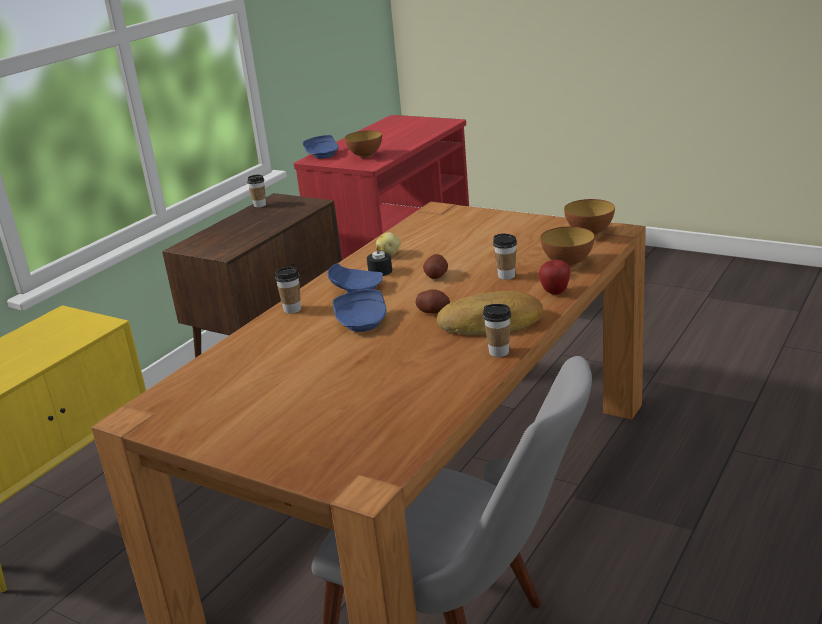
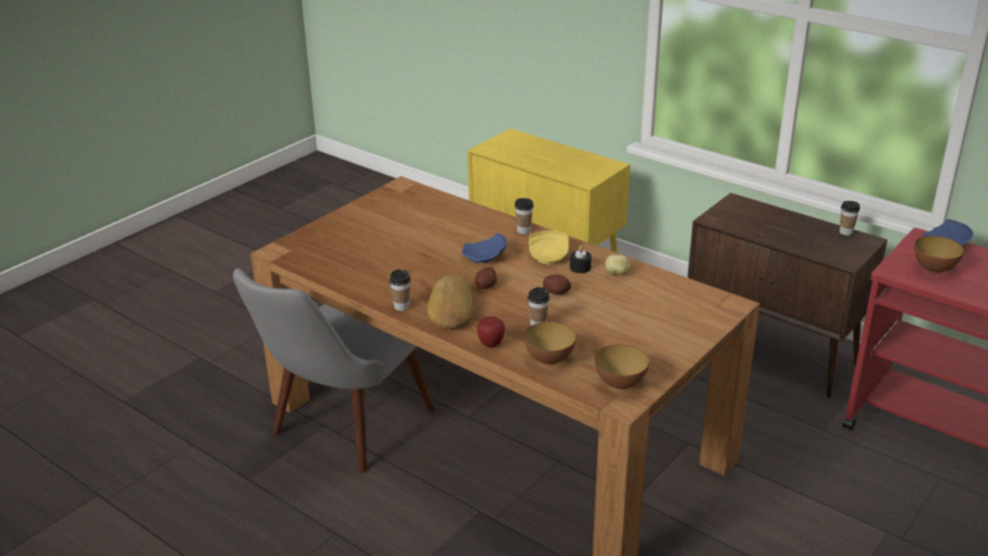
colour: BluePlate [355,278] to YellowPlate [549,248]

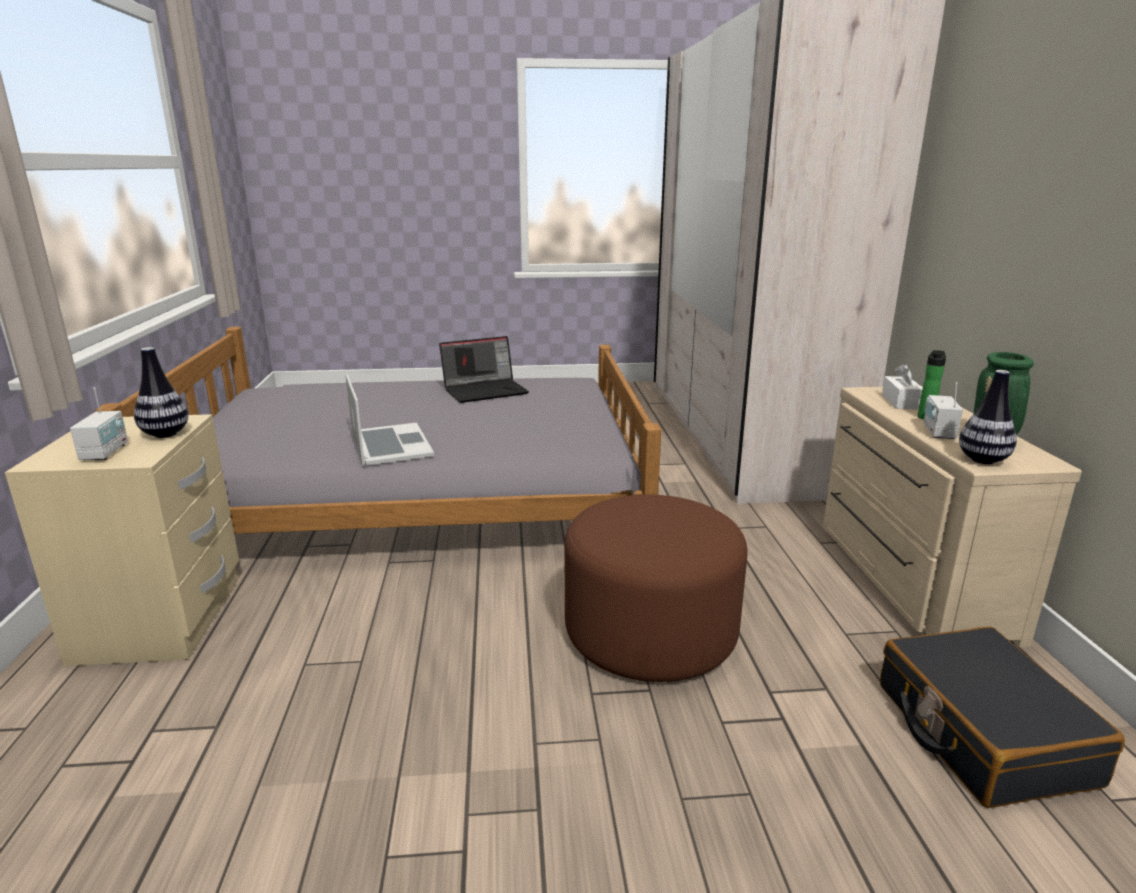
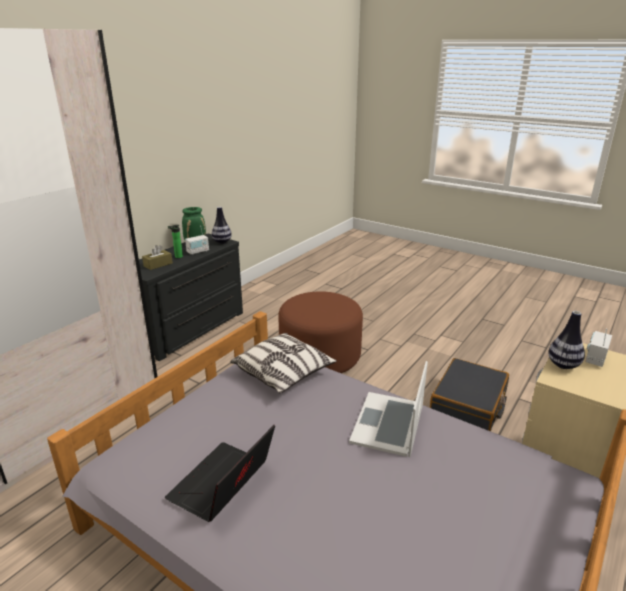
appeared: Pillow [283,363]
relocated: BlackSuitcase [1002,717] to [469,394]
colour: WhiteTissueBox [902,386] to BrownTissueBox [157,257]; BeigeDresser [952,516] to BlackDresser [191,297]
spun: Laptop [484,369] = [220,473] 75 degrees counterclockwise

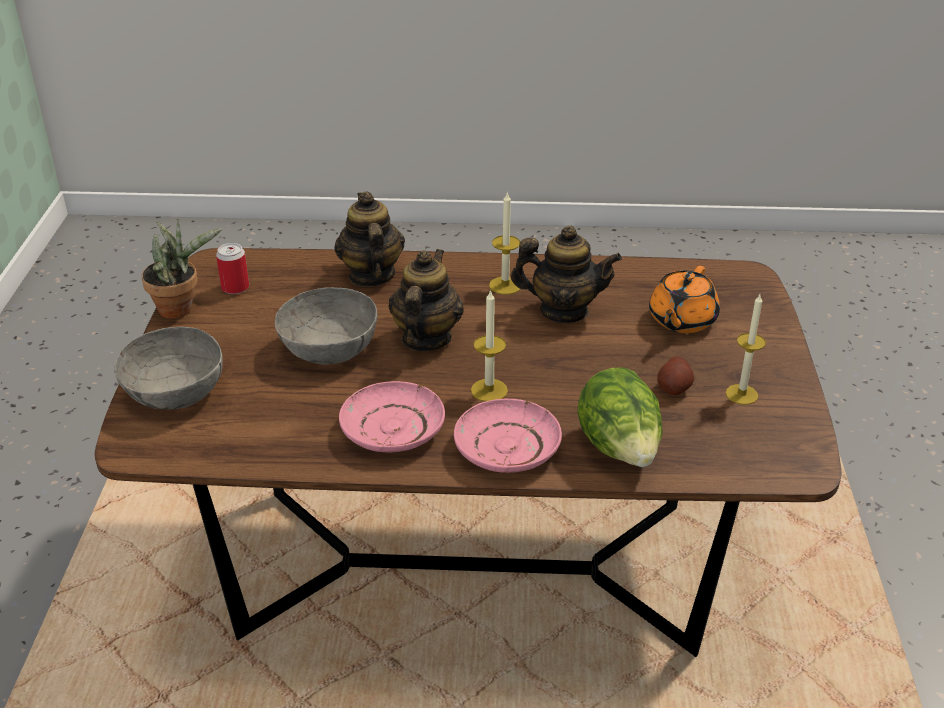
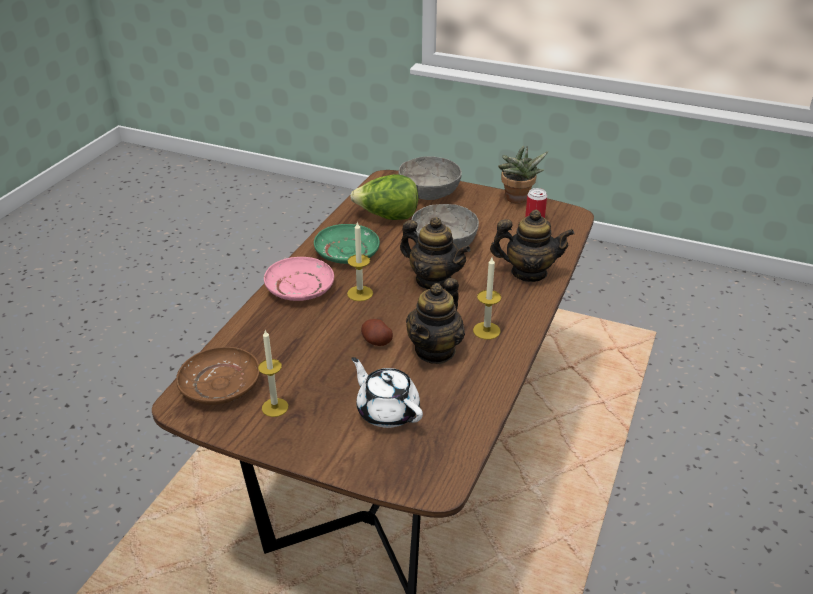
appeared: BrownPlate [218,376]
relocated: Potato [675,375] to [377,332]; Lettuce [620,417] to [384,197]
colour: OrangeTeapot [684,299] to WhiteTeapot [387,392]; PinkPlate [392,416] to GreenPlate [347,244]

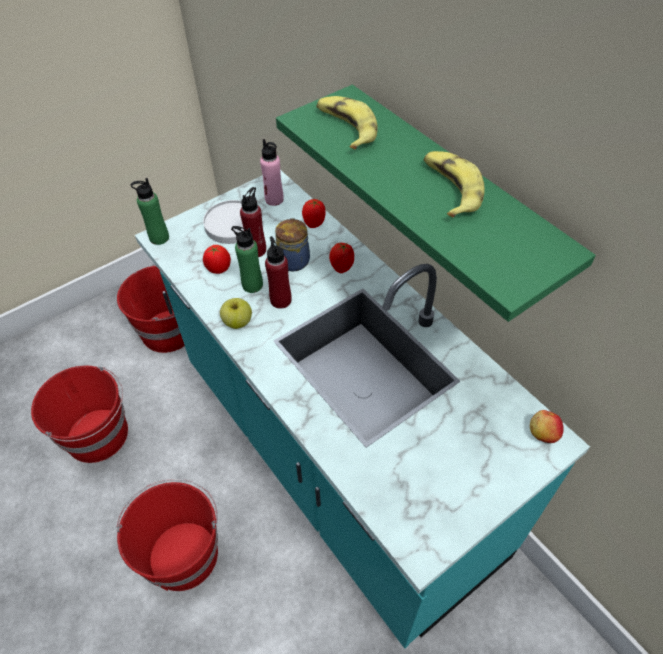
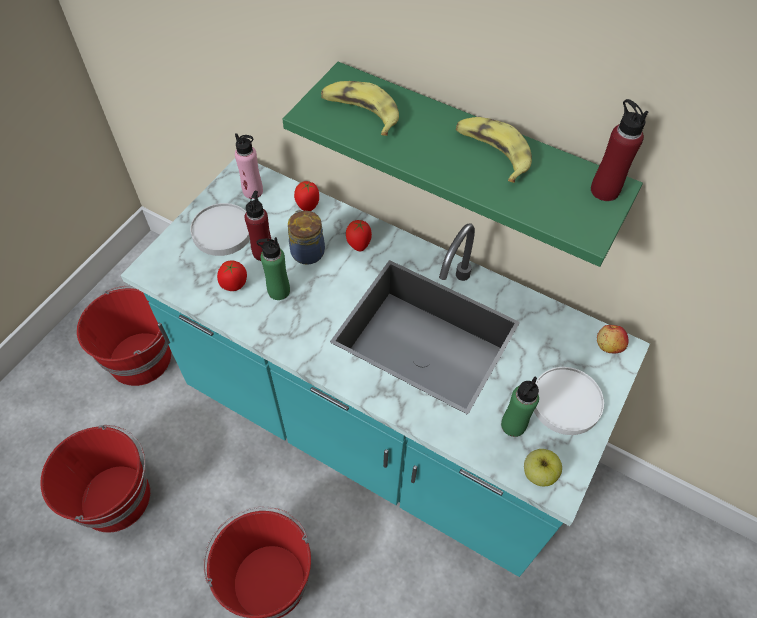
appeared: WhitePlate [569,401]
relocated: GreenBottle [150,211] to [520,407]; RedBottle [278,272] to [619,150]; Apple [236,313] to [543,467]

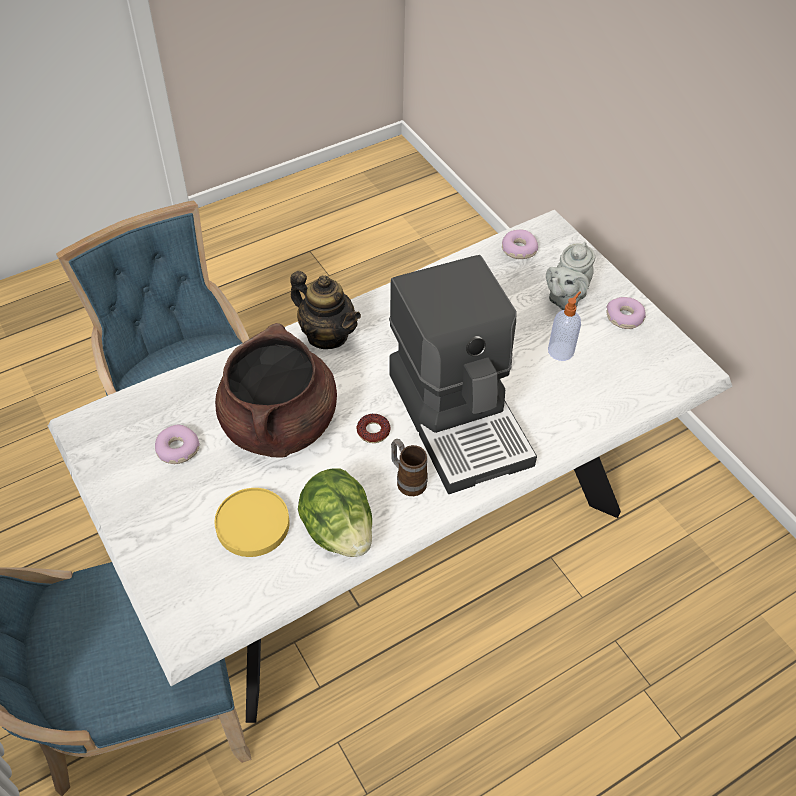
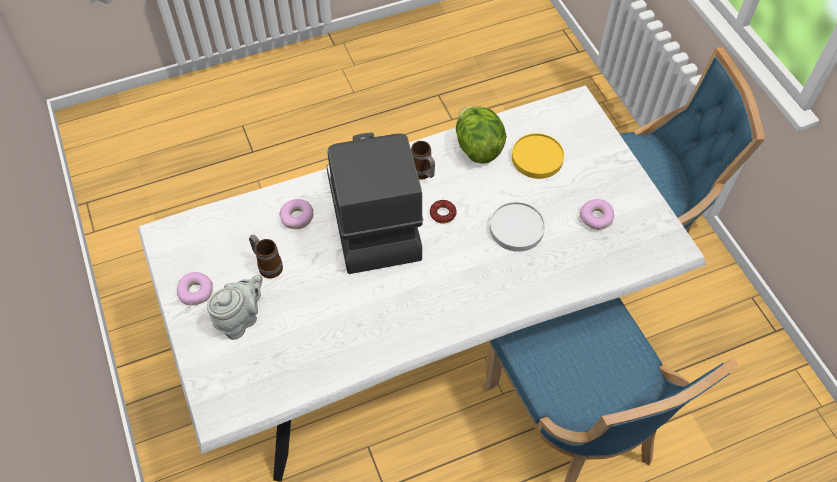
missing: Teapot [325,310]
relocated: Donut [520,244] to [296,214]
exchanged: SoapDispenser [564,326] to Mug [266,257]; BrownCookingPot [276,390] to WhitePlate [517,227]

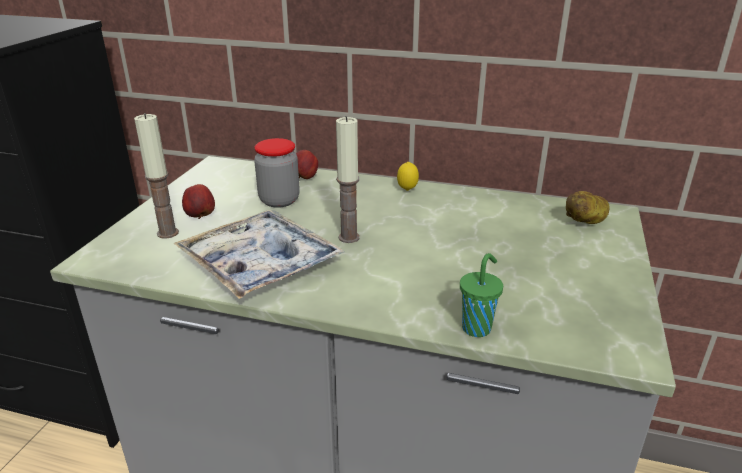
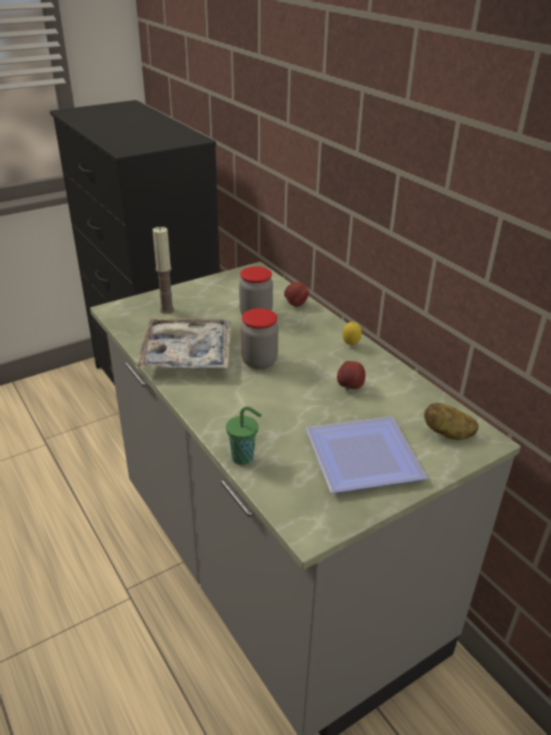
appeared: Plate [366,454]
relocated: Apple [198,201] to [351,375]
exchanged: Candle [348,179] to Jar [259,338]

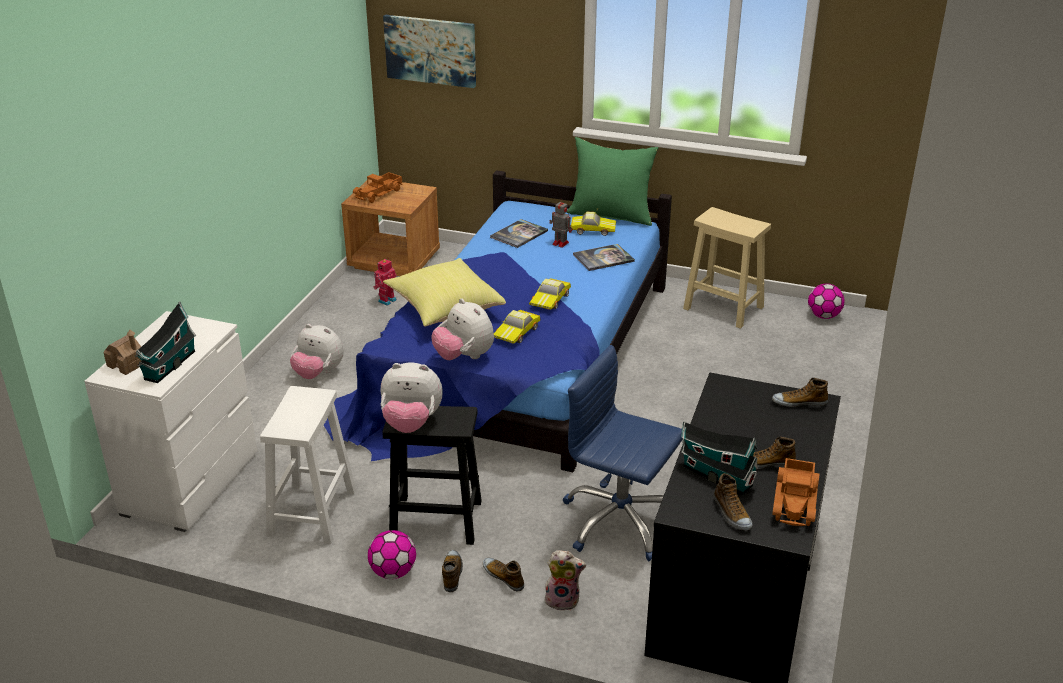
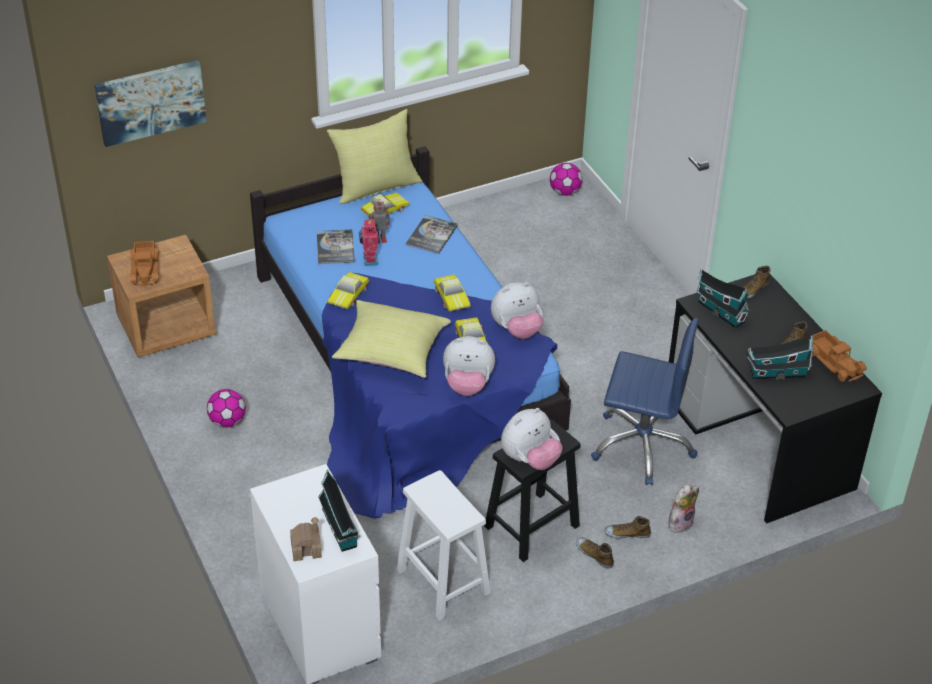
missing: BeigeStool [727,268]; Shoe [733,501]
appeared: ToyHouse [723,298]; ToyCar [348,290]
relocated: ToyRobot [385,282] to [369,242]; PlushToy [317,351] to [517,310]; Football [392,554] to [226,408]
colour: GreenPillow [612,181] to YellowPillow [374,156]
spun: BlueOfficeChair [622,453] = [645,401] 150 degrees counterclockwise

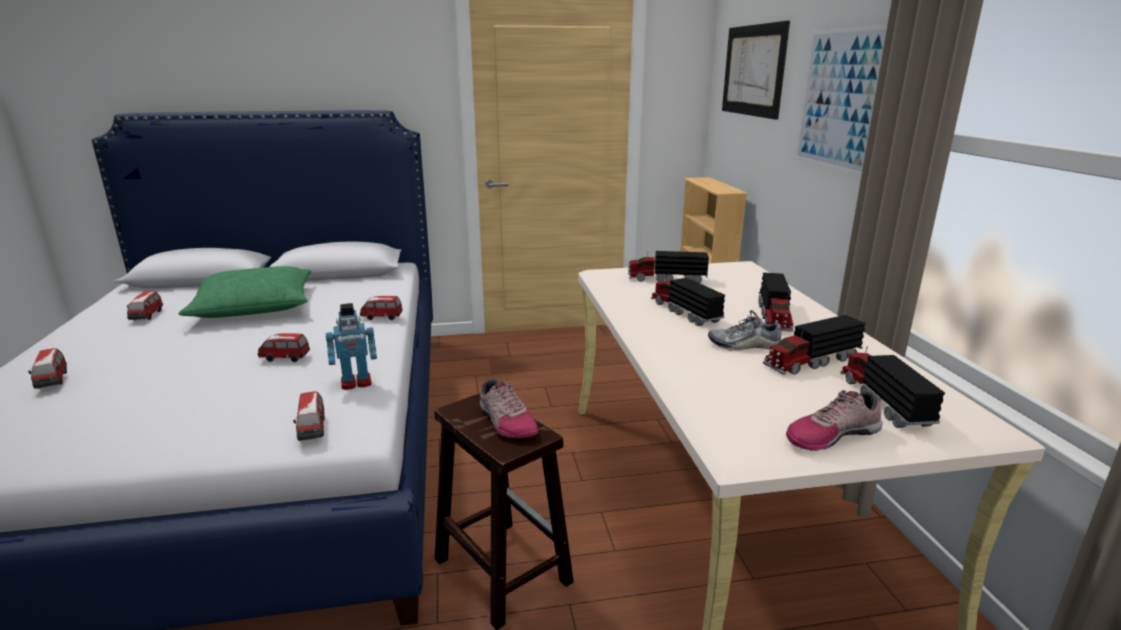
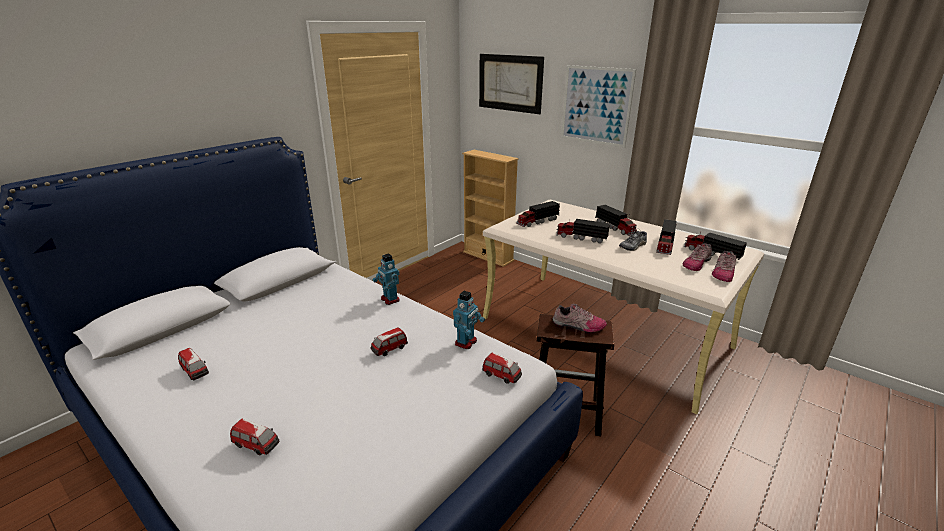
missing: GreenPillow [244,292]
appeared: Shoe [697,257]
exchanged: ToyCar [381,308] to ToyRobot [386,279]

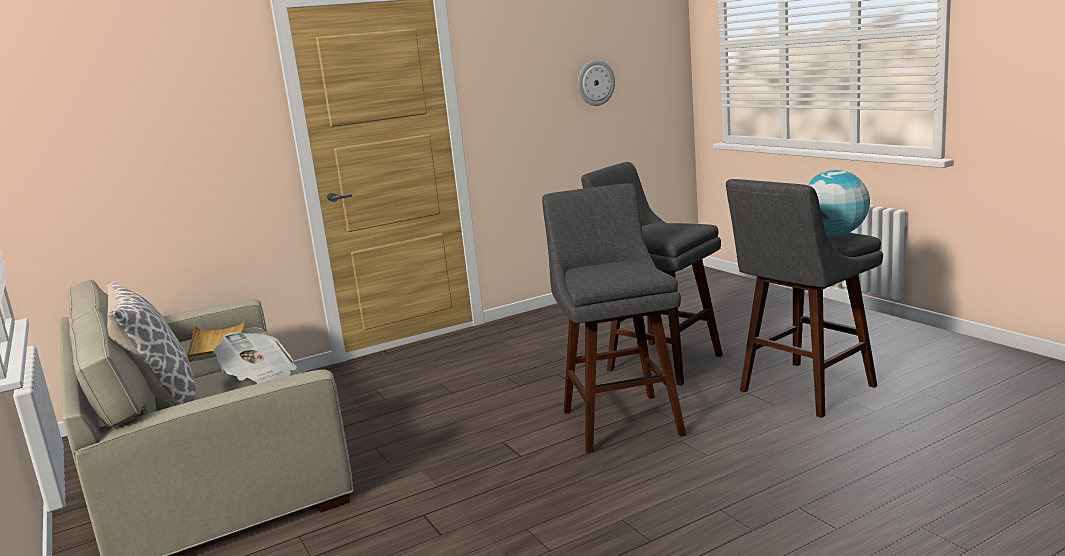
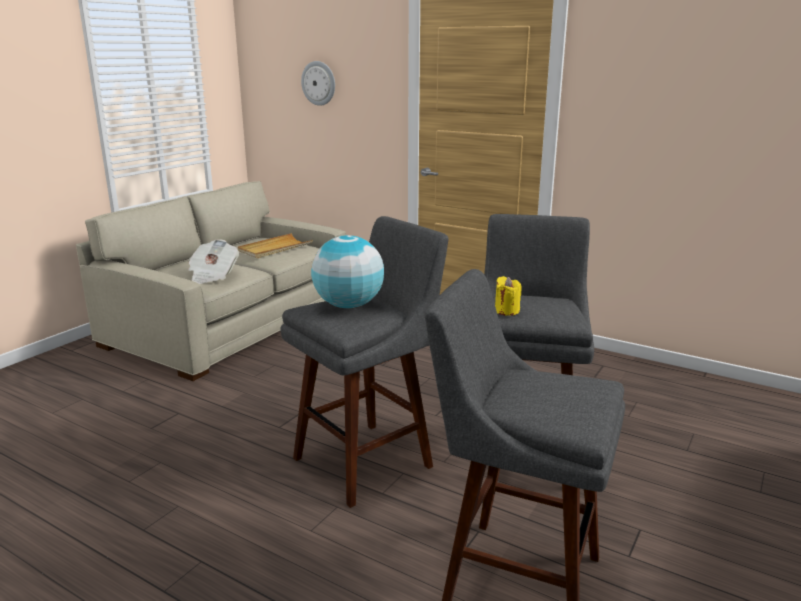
missing: Pillow [151,344]
appeared: YellowCandle [508,296]
relocated: WallClock [596,83] to [318,83]; Globe [838,203] to [347,271]

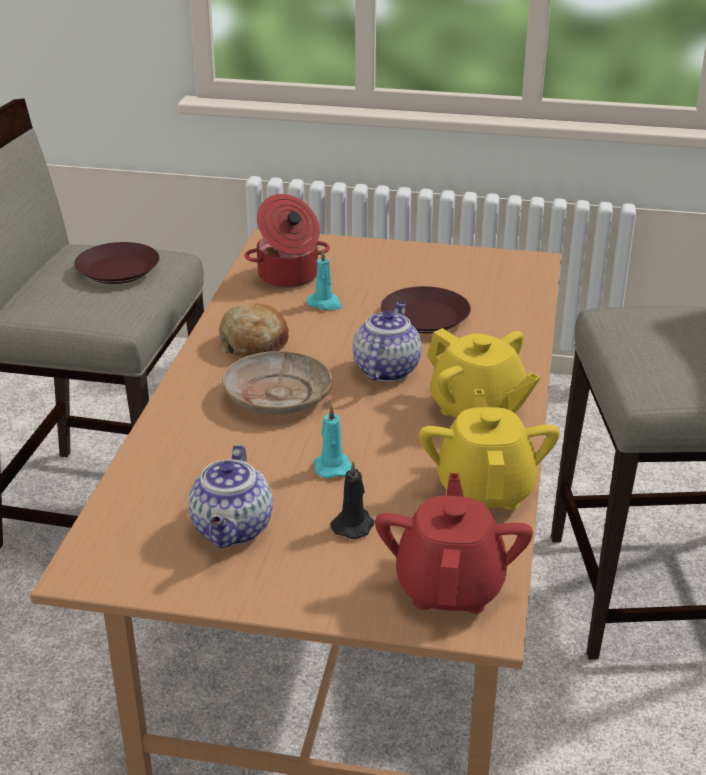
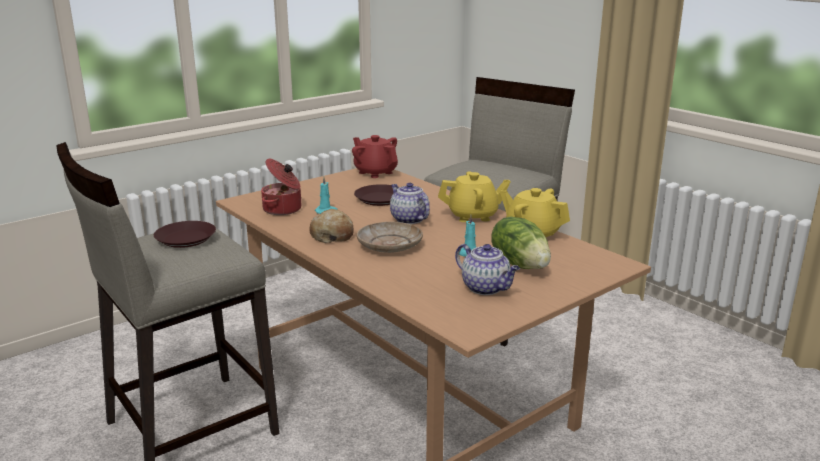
relocated: RedTeapot [454,543] to [375,156]
exchanged: BlackCandle [353,500] to Lettuce [521,242]

